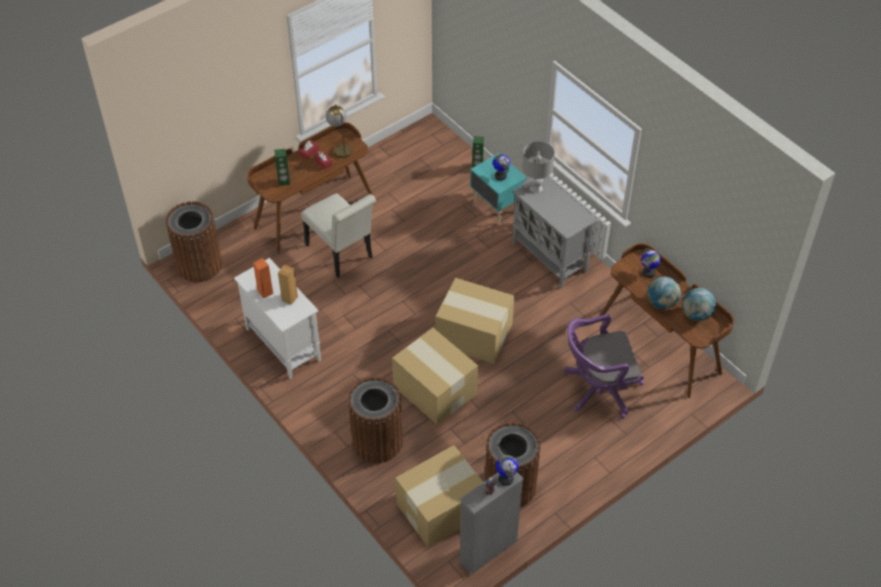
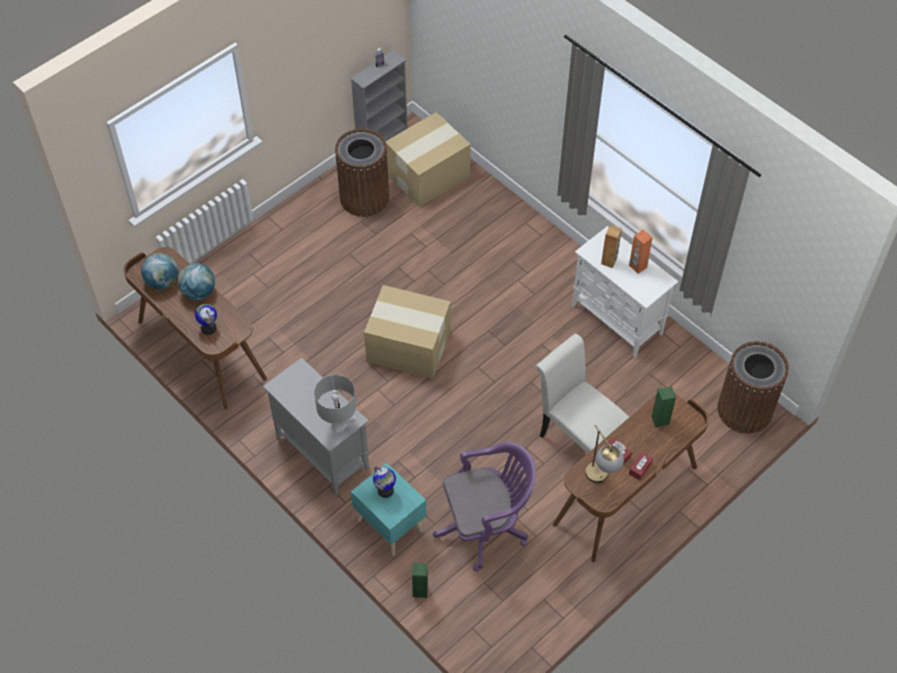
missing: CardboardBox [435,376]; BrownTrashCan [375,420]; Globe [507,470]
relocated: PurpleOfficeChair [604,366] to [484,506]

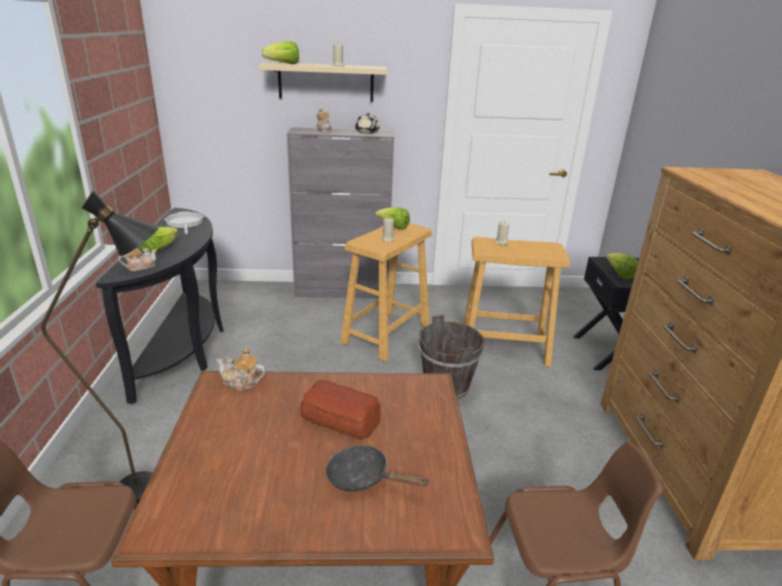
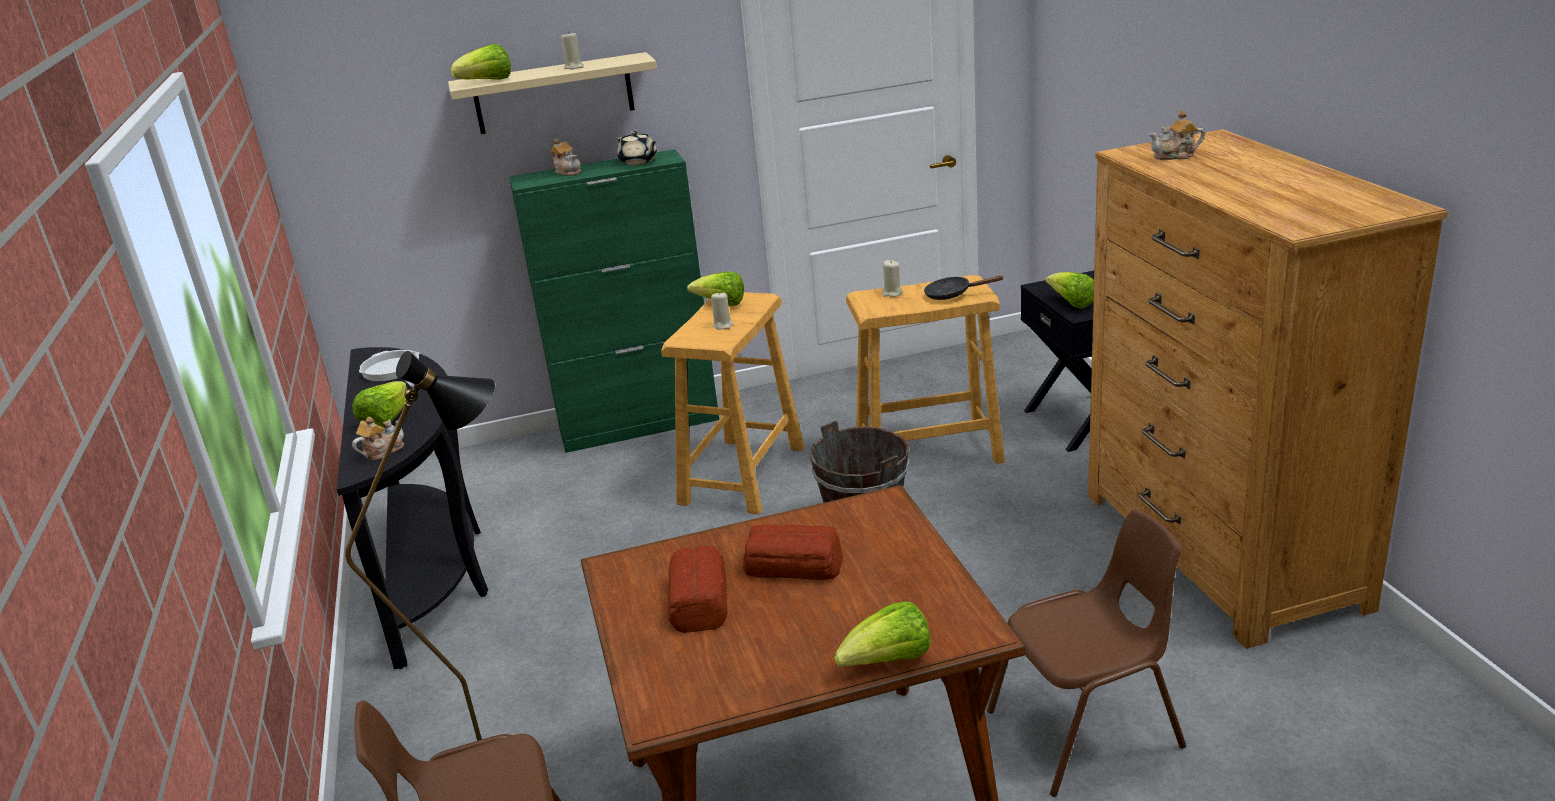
appeared: Bread [697,589]; Lettuce [882,634]
relocated: Teapot [241,369] to [1177,135]; BlackFryingPan [377,468] to [964,288]
colour: GreyCabinet [340,212] to GreenCabinet [614,301]

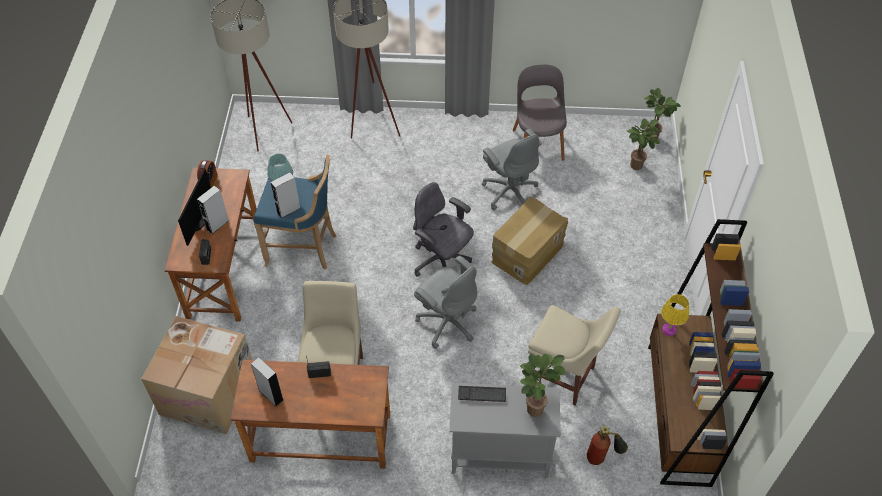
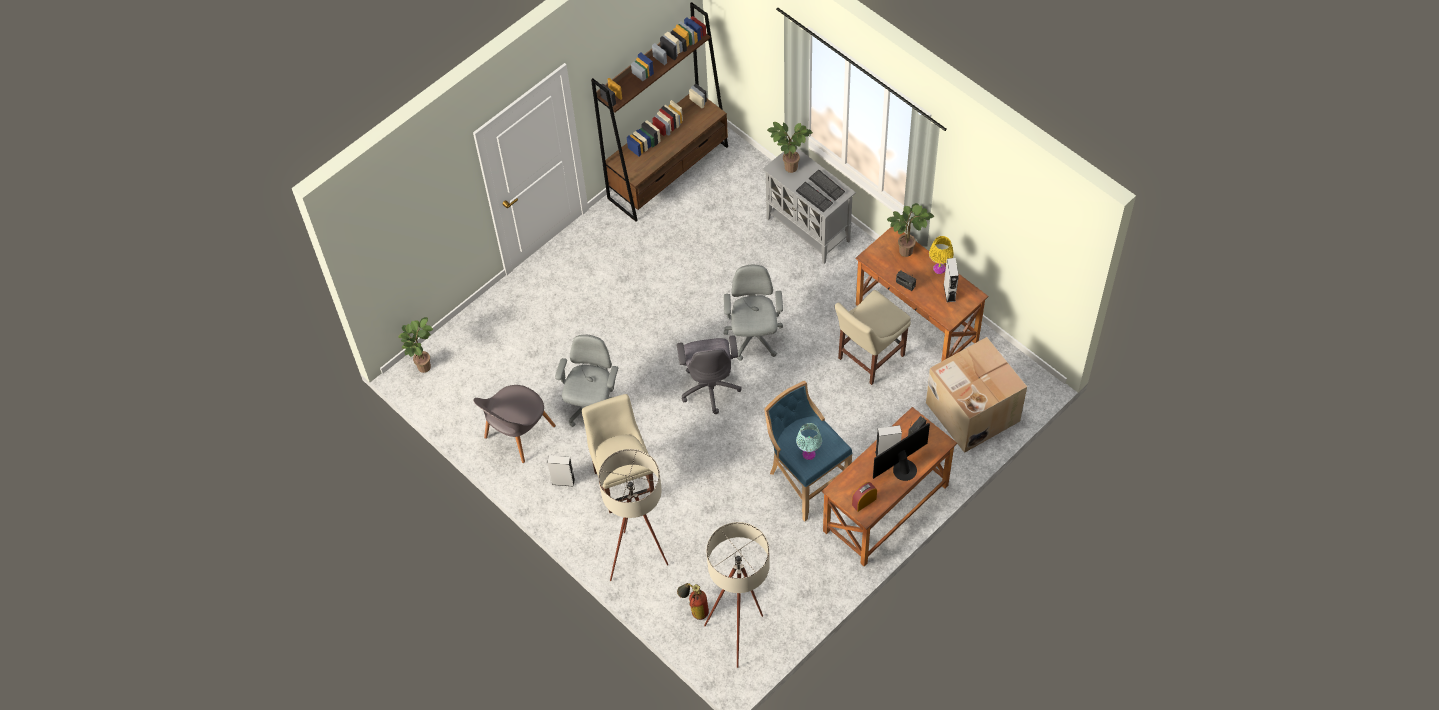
missing: CardboardBox [530,241]
appeared: Keyboard [827,185]
relocated: PottedPlant [643,144] to [910,230]; GreySpeaker [285,195] to [561,471]; YellowTableLamp [675,315] to [941,255]; BeigeChair [574,355] to [618,453]; FireExtinguisher [607,445] to [693,601]

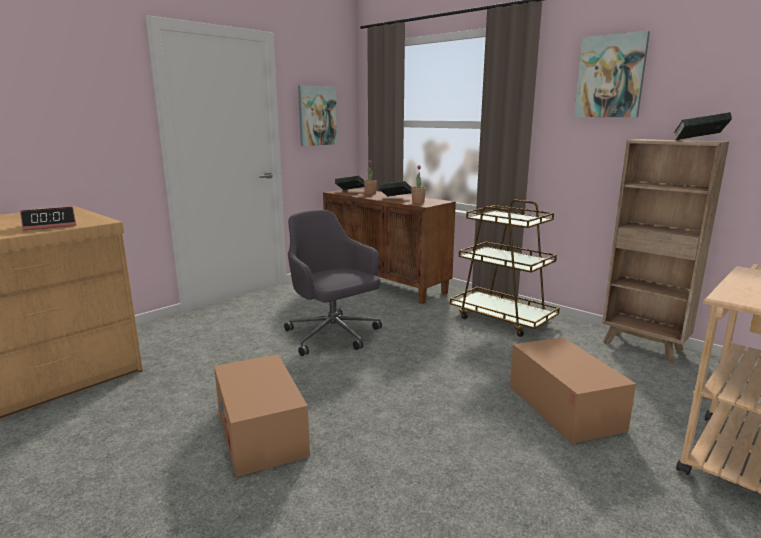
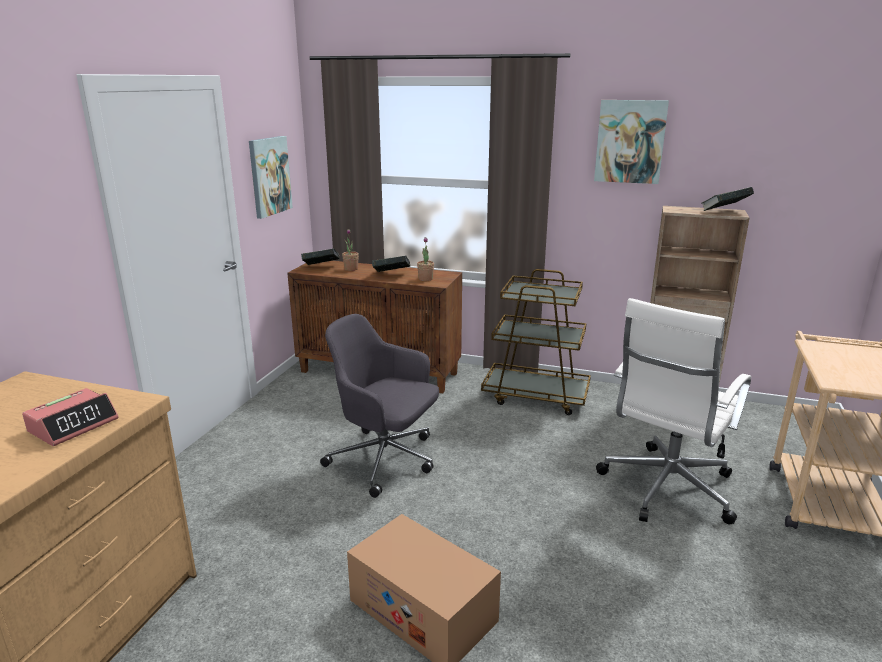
exchanged: CardboardBox [573,390] to WhiteOfficeChair [673,411]

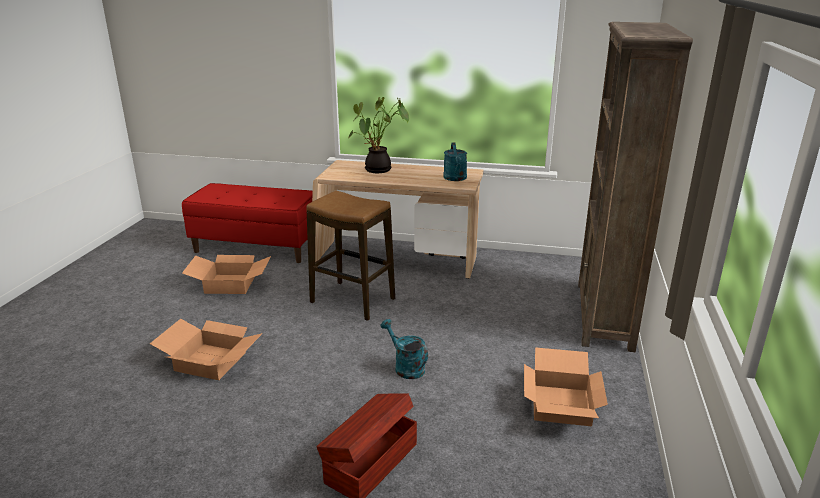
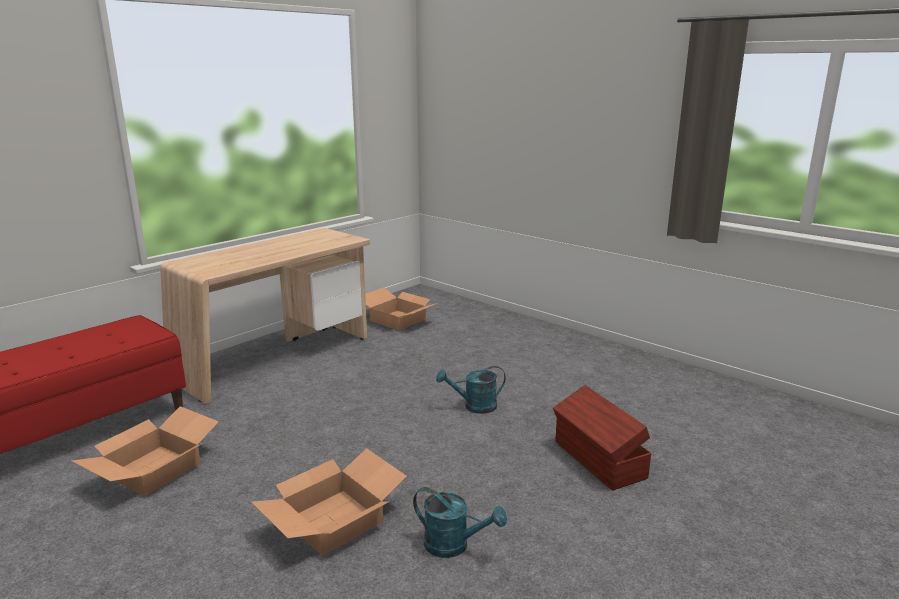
missing: BrownBookcase [635,187]; PottedPlant [379,135]; Stool [351,256]
relocated: TurquoiseWateringCan [455,161] to [460,522]; CardboardBox [566,386] to [401,309]

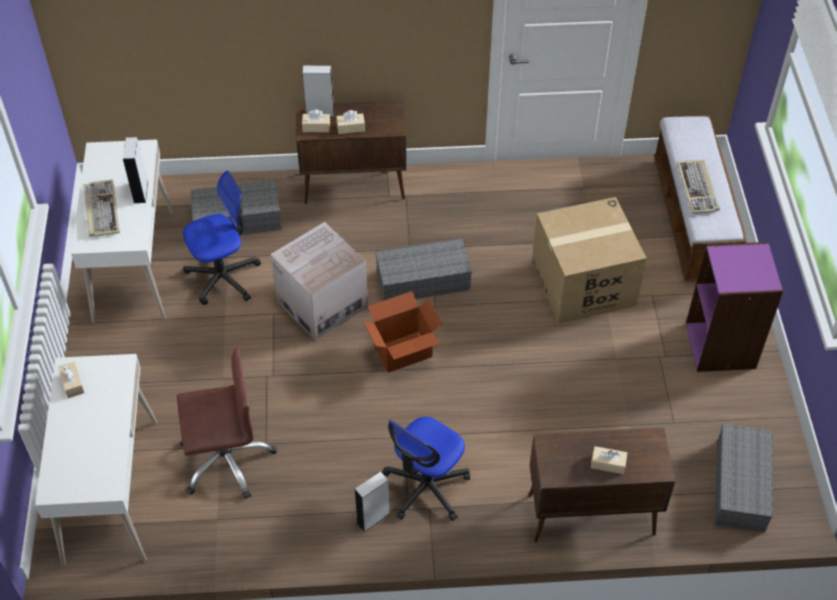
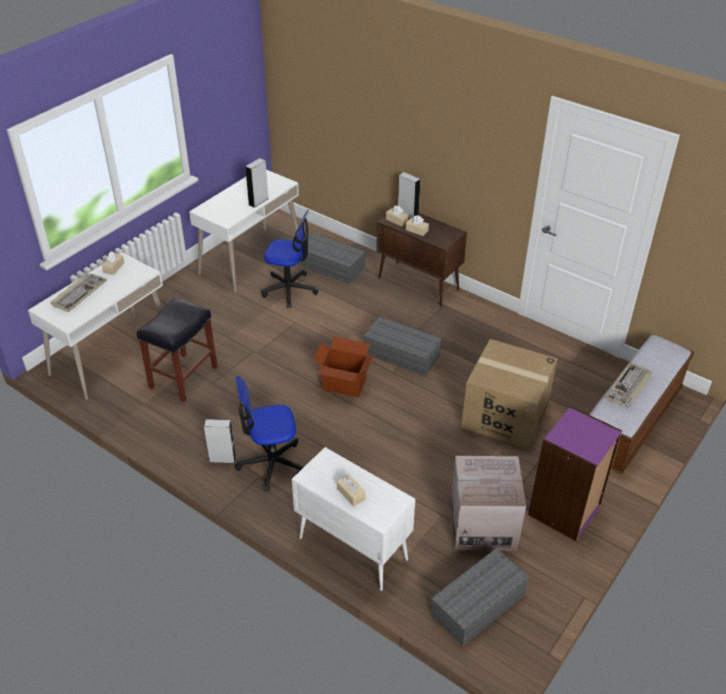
relocated: Keyboard [102,208] to [79,292]; CardboardBox [319,281] to [488,503]
exchanged: BrownOfficeChair [227,423] to BlackStool [177,349]
colour: BrownCabinet [601,485] to WhiteCabinet [353,519]

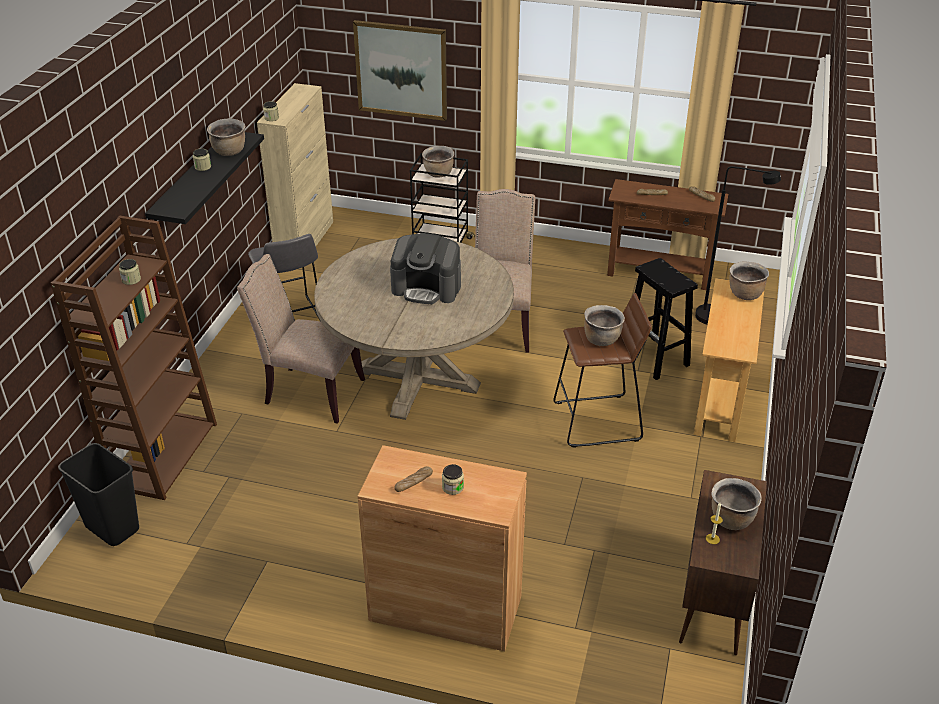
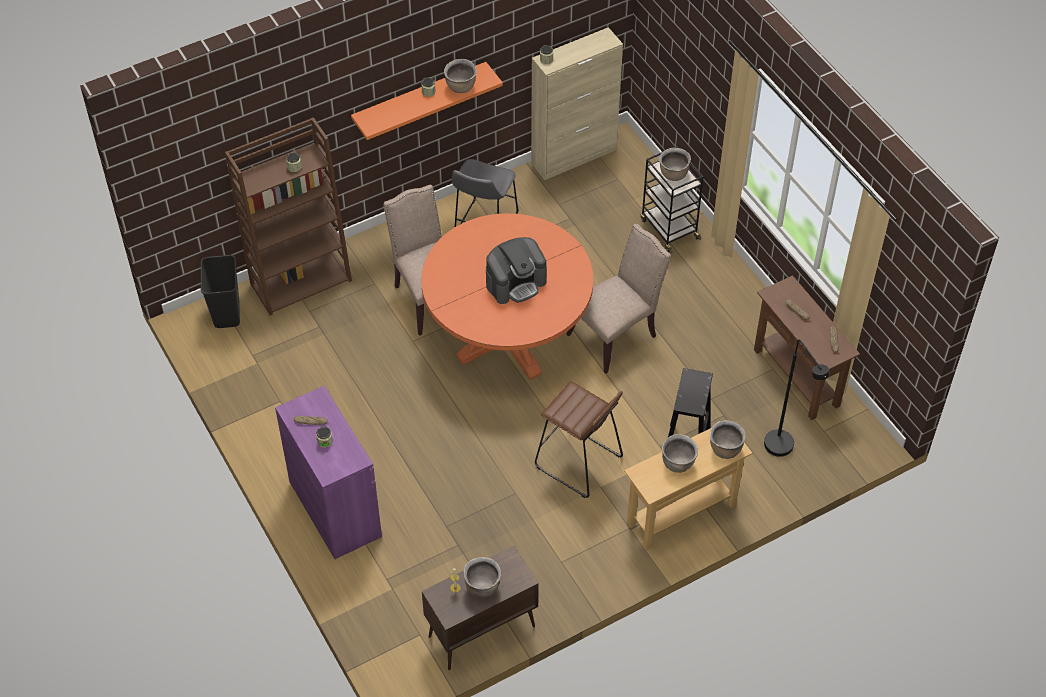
missing: Picture [400,70]
relocated: BrownCookingPot [604,325] to [680,453]
colour: BlackShelf [204,178] to OrangeShelf [427,101]; BeigeDiningTable [414,329] to OrangeDiningTable [507,296]; BrownCabinet [442,548] to PurpleCabinet [328,472]
spun: CoffeeMachine [425,268] = [516,270] 90 degrees counterclockwise

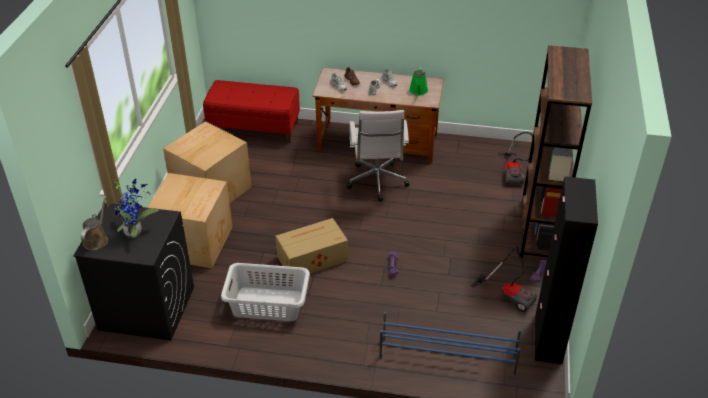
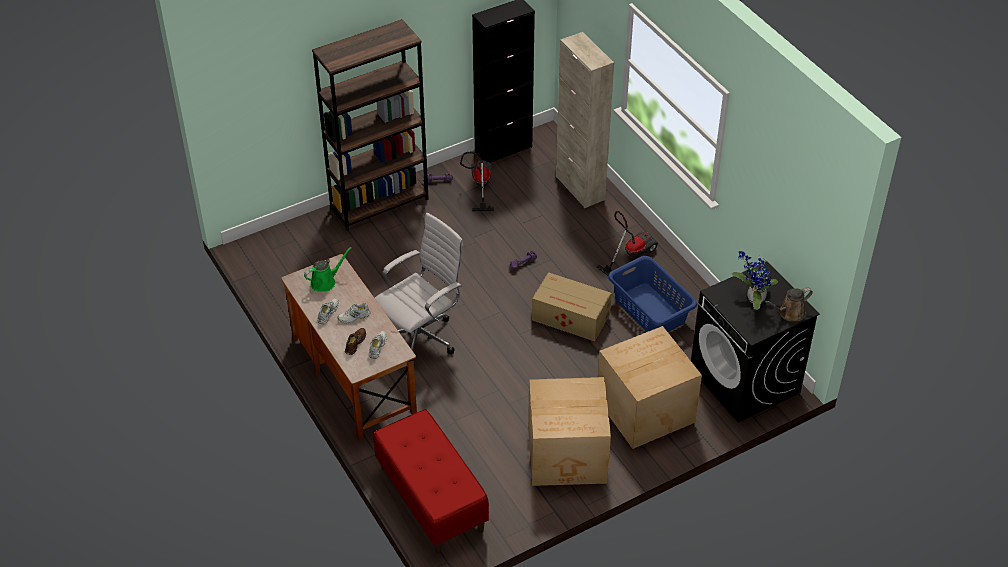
relocated: VacuumCleaner [516,158] to [627,243]
exchanged: BlueShoeRack [450,344] to BeigeCabinet [585,120]
colour: GreyLaundryBasket [265,292] to BlueLaundryBasket [652,294]

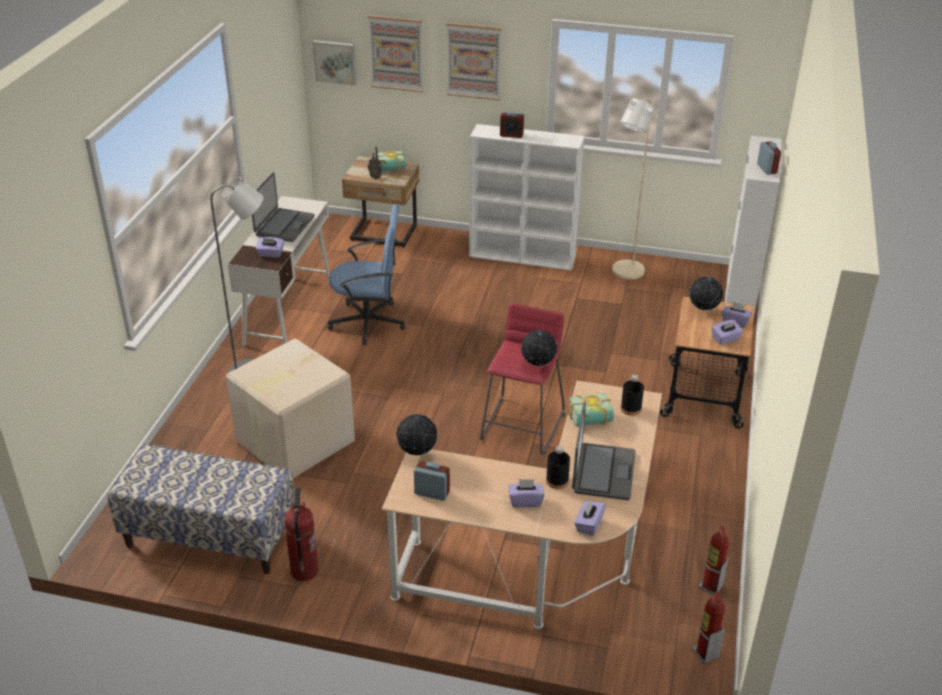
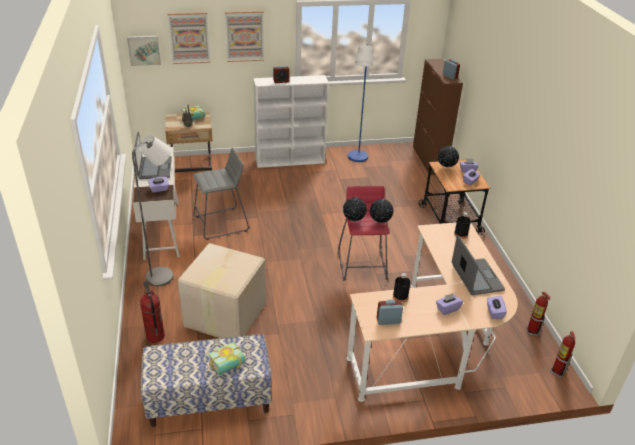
relocated: Book [591,409] to [226,358]; Globe [416,435] to [355,209]; BlackBottle [558,467] to [401,288]; FireExtinguisher [301,534] to [152,312]
exchanged: BlueOfficeChair [367,274] to GreyStool [221,194]
colour: BeigeFloorLamp [633,189] to BlueFloorLamp [361,103]; WhiteCabinet [753,228] to BrownCabinet [438,117]

